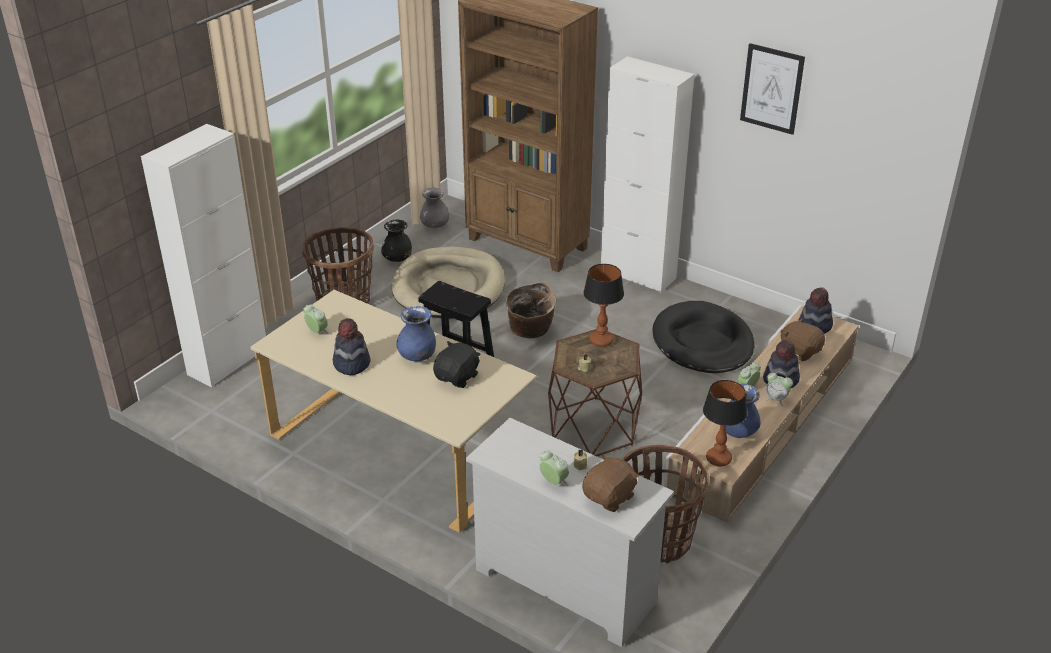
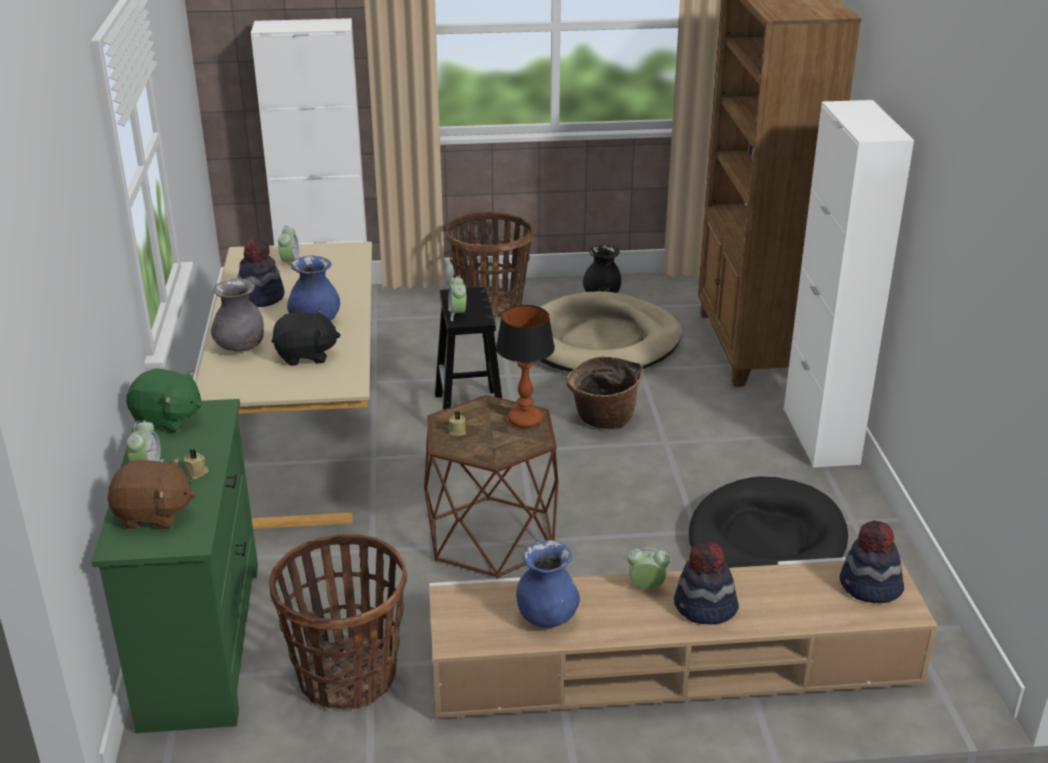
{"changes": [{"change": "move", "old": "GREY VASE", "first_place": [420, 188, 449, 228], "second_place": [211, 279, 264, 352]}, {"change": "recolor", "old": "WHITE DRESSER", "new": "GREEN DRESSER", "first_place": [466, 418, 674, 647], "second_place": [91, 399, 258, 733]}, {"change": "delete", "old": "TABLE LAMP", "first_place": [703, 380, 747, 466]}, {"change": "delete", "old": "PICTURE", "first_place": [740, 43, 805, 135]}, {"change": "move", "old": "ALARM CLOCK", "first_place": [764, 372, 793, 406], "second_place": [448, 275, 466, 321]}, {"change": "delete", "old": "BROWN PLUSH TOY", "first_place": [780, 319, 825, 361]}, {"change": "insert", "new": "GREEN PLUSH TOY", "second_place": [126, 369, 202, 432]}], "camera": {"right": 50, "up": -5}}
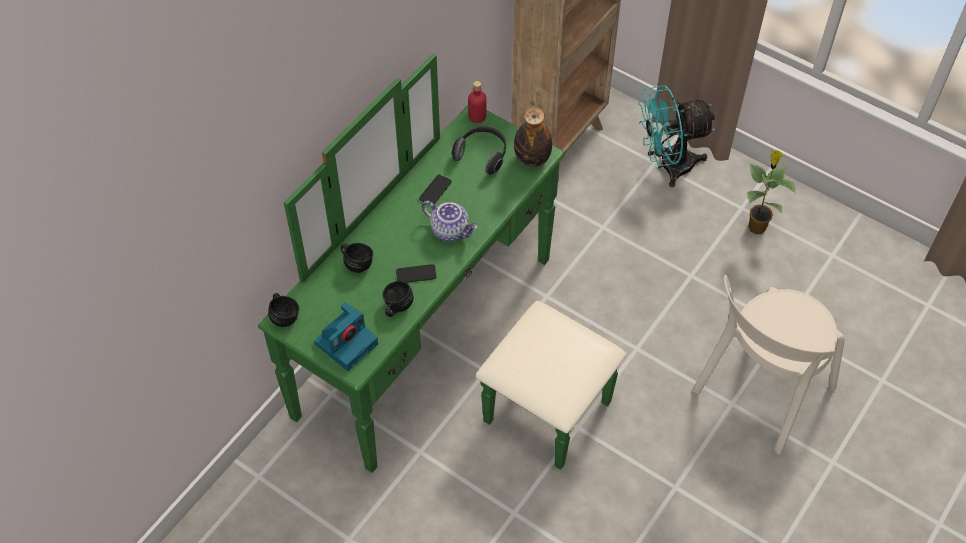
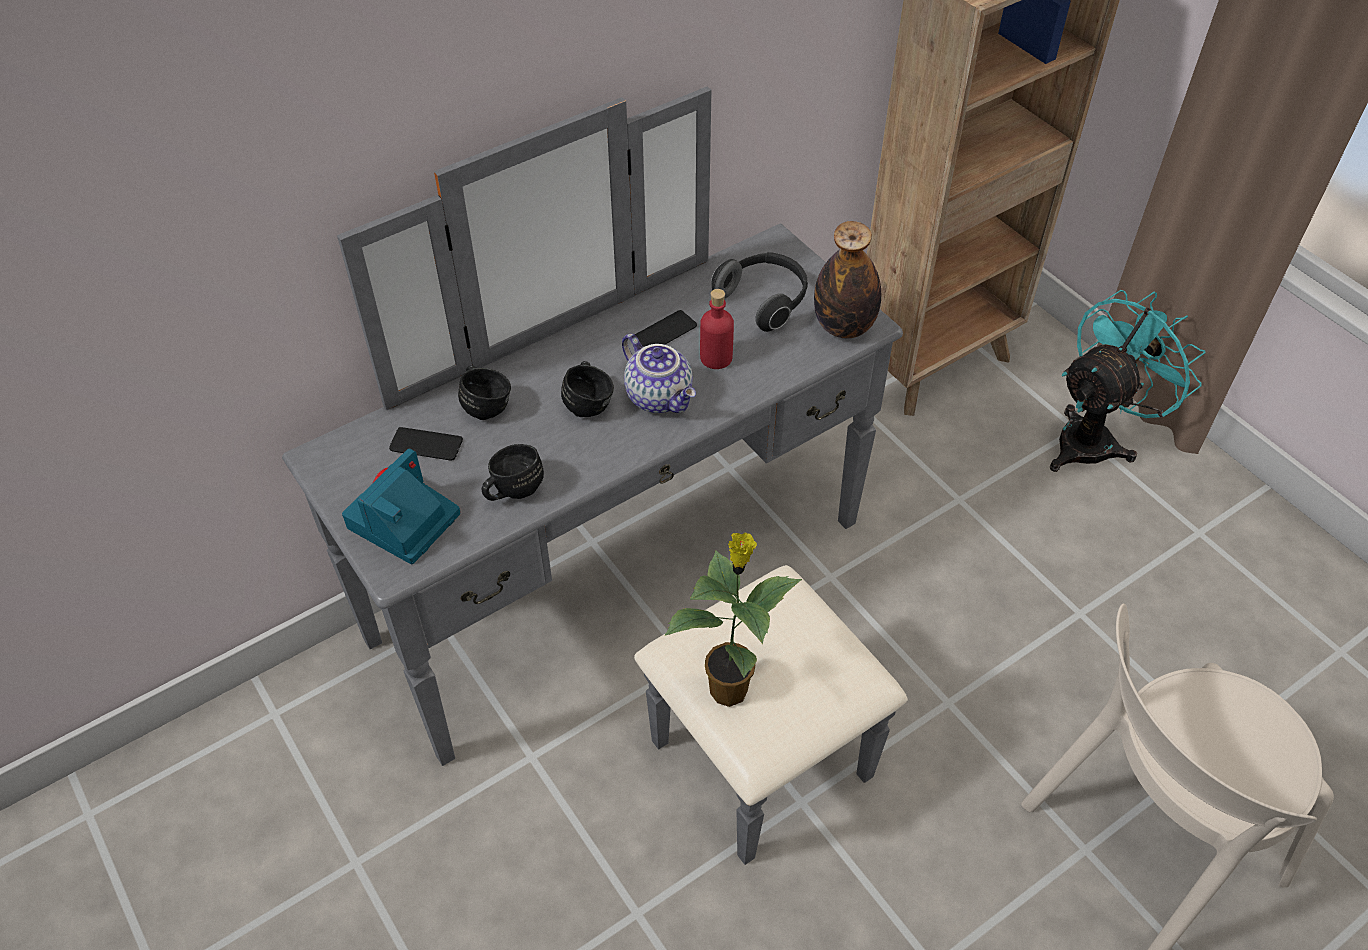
{"changes": [{"change": "recolor", "old": "GREEN DRESSER", "new": "GREY DRESSER", "first_place": [258, 53, 626, 473], "second_place": [282, 86, 908, 865]}, {"change": "move", "old": "BLACK MUG", "first_place": [268, 293, 299, 327], "second_place": [561, 361, 614, 417]}, {"change": "rotate", "old": "PHOTO CAMERA", "first_place": [314, 302, 378, 371], "second_place": [342, 448, 461, 564], "degrees": 150}, {"change": "move", "old": "PHONE", "first_place": [396, 264, 437, 283], "second_place": [389, 427, 463, 460]}, {"change": "move", "old": "RED BOTTLE", "first_place": [468, 81, 486, 123], "second_place": [700, 289, 734, 369]}, {"change": "rotate", "old": "TURQUOISE FAN", "first_place": [638, 85, 716, 187], "second_place": [1050, 290, 1206, 472], "degrees": 135}, {"change": "move", "old": "POTTED PLANT", "first_place": [747, 150, 796, 234], "second_place": [665, 532, 802, 707]}], "camera": {"right": 20, "up": -5}}
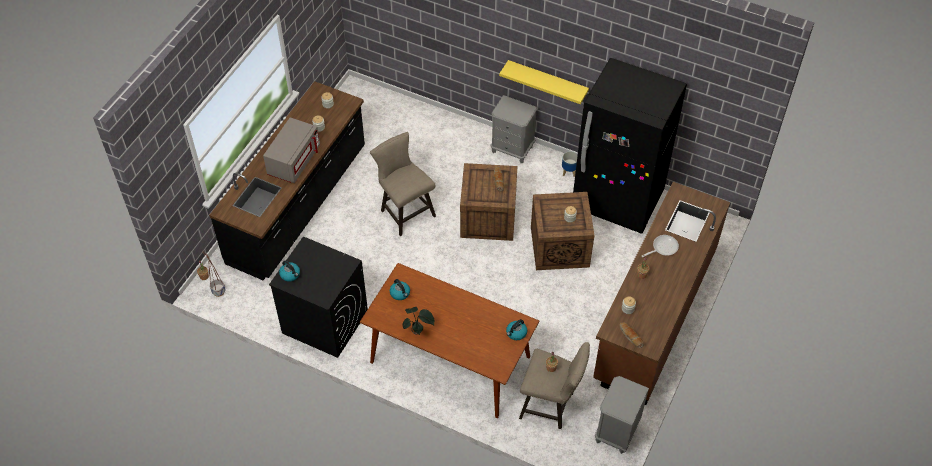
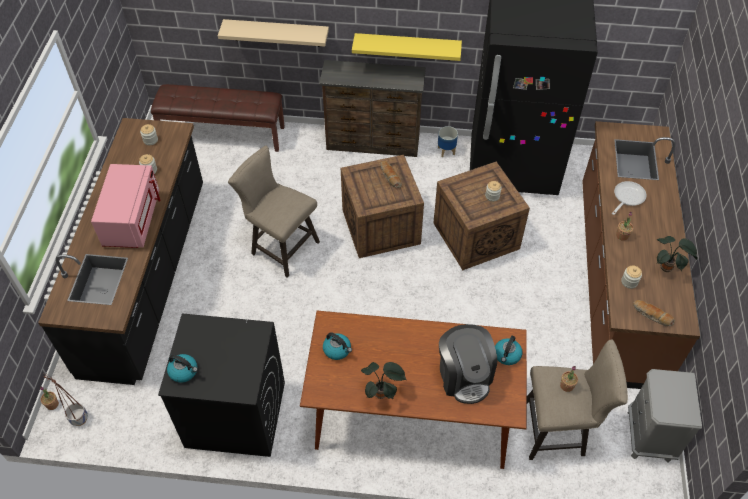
{"changes": [{"change": "recolor", "old": "GREY MICROWAVE", "new": "PINK MICROWAVE", "first_place": [263, 117, 320, 183], "second_place": [91, 164, 161, 248]}, {"change": "replace", "old": "GREY NIGHTSTAND", "new": "BROWN DRESSER", "first_place": [490, 95, 538, 163], "second_place": [319, 60, 426, 157]}, {"change": "insert", "new": "BROWN BENCH", "second_place": [151, 84, 285, 152]}, {"change": "insert", "new": "BEIGE SHELF", "second_place": [218, 19, 329, 47]}, {"change": "insert", "new": "COFFEE MACHINE", "second_place": [439, 324, 497, 404]}, {"change": "insert", "new": "POTTED PLANT", "second_place": [656, 236, 698, 272]}], "camera": {"right": -20, "up": 0}}
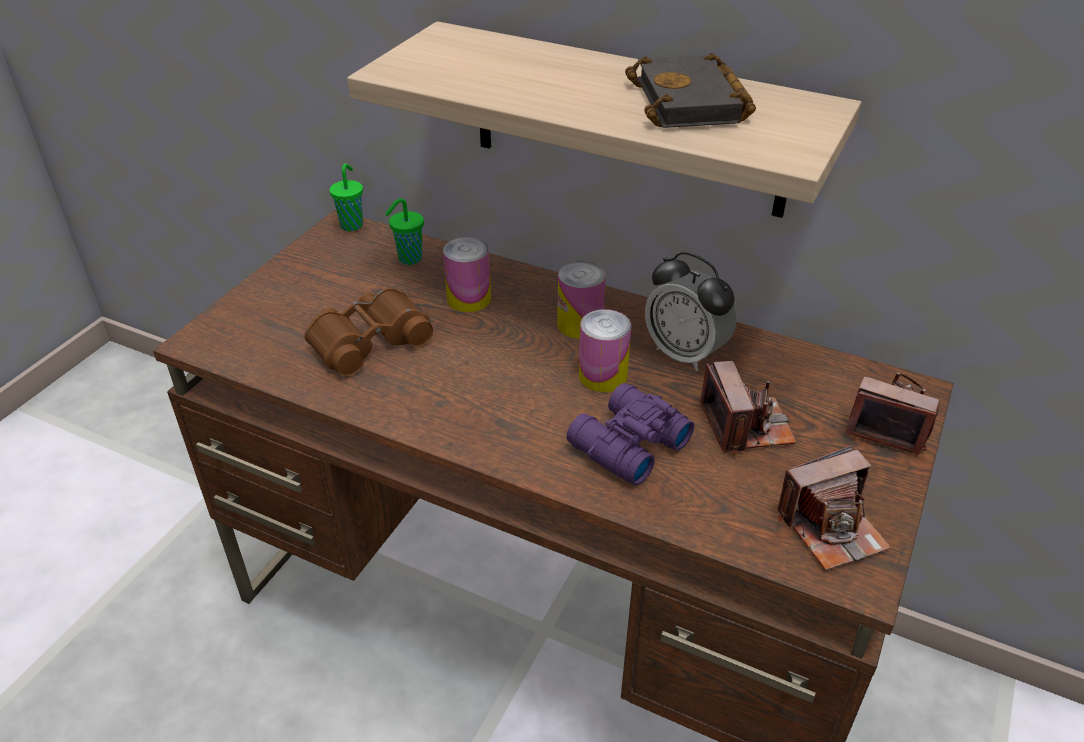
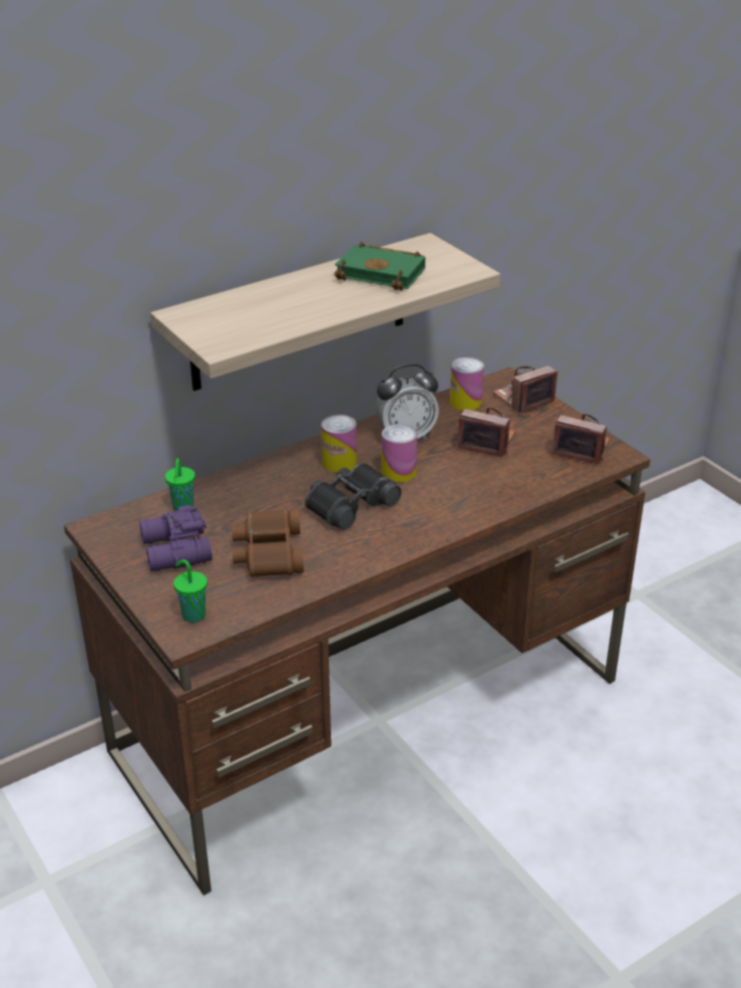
{"changes": [{"change": "move", "old": "GREEN CUP", "first_place": [330, 163, 363, 231], "second_place": [174, 560, 207, 622]}, {"change": "move", "old": "CAN", "first_place": [443, 237, 491, 312], "second_place": [450, 357, 484, 411]}, {"change": "move", "old": "PURPLE BINOCULARS", "first_place": [566, 383, 694, 485], "second_place": [140, 505, 212, 571]}, {"change": "recolor", "old": "BLACK BOOK", "new": "GREEN BOOK", "first_place": [625, 53, 756, 128], "second_place": [334, 242, 425, 291]}, {"change": "rotate", "old": "PHOTO CAMERA", "first_place": [777, 445, 891, 570], "second_place": [552, 413, 610, 464], "degrees": -75}, {"change": "insert", "new": "BLACK BINOCULARS", "second_place": [305, 463, 401, 530]}], "camera": {"right": -60, "up": -5}}
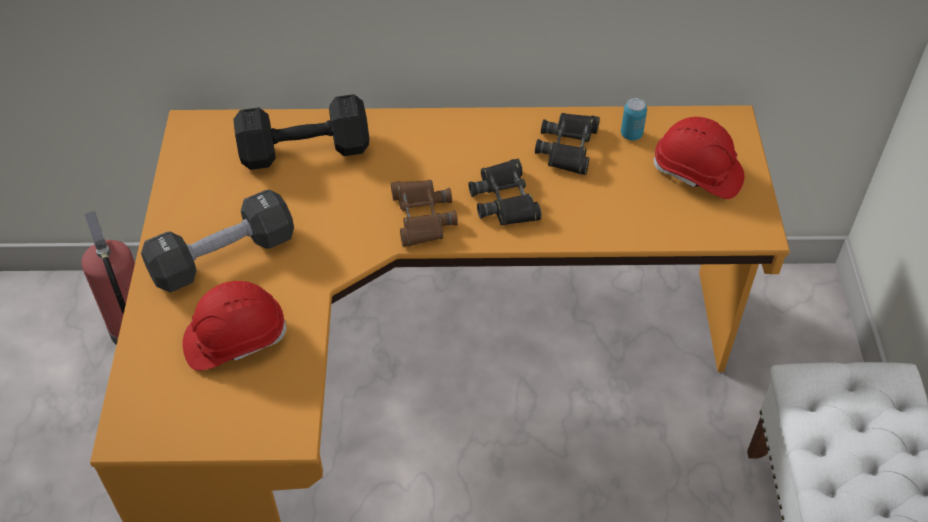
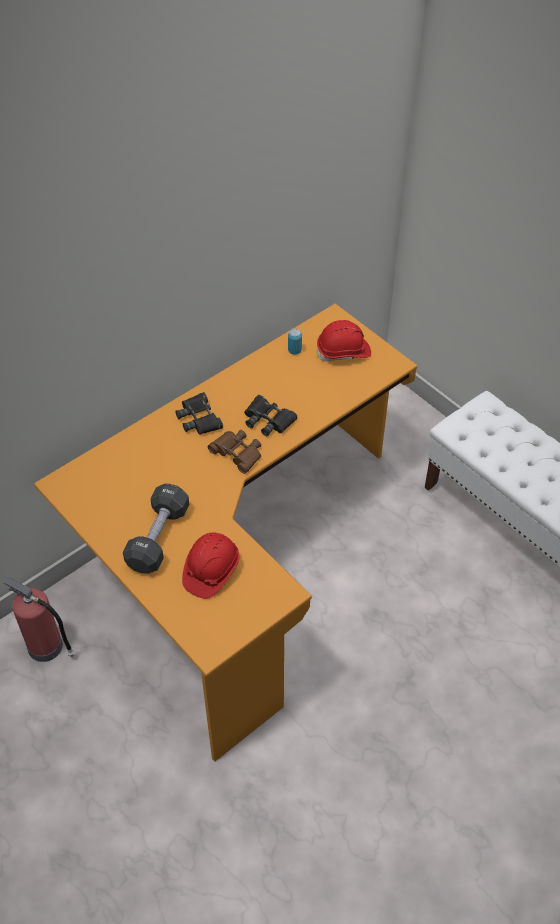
{"changes": [{"change": "delete", "old": "BLACK DUMBBELL", "first_place": [233, 94, 369, 170]}, {"change": "move", "old": "BLACK BINOCULARS", "first_place": [535, 113, 600, 175], "second_place": [175, 392, 223, 435]}], "camera": {"right": -40, "up": 0}}
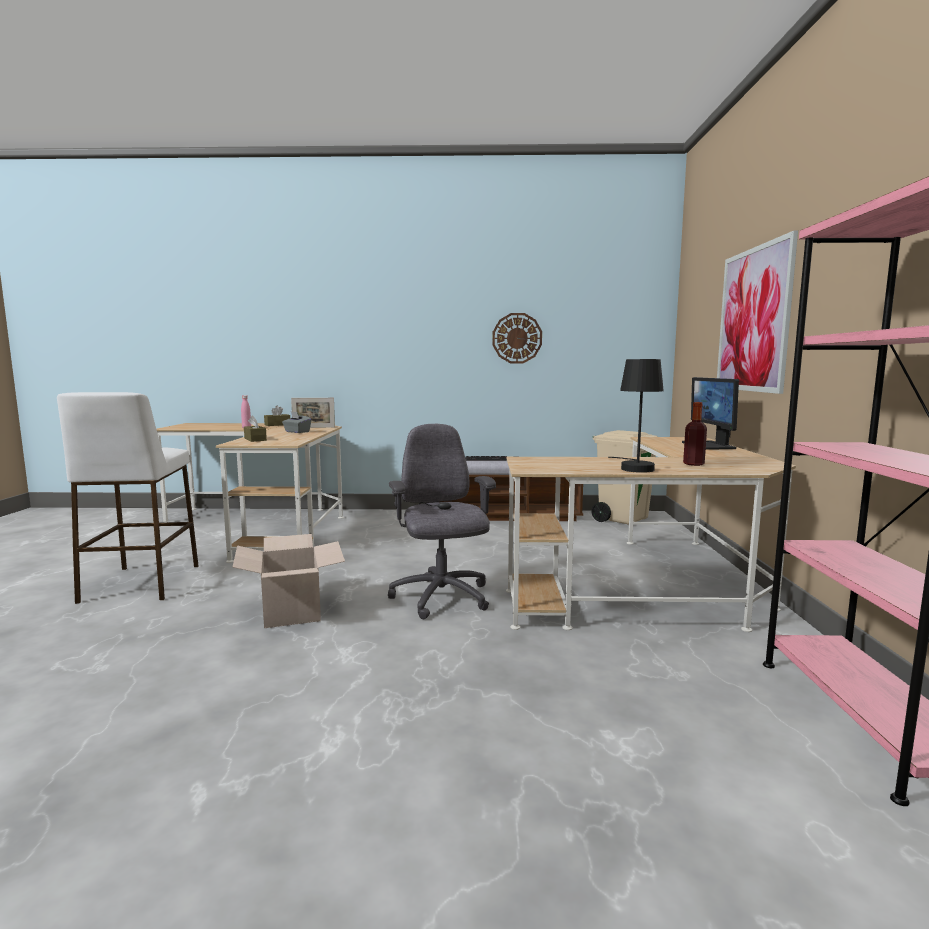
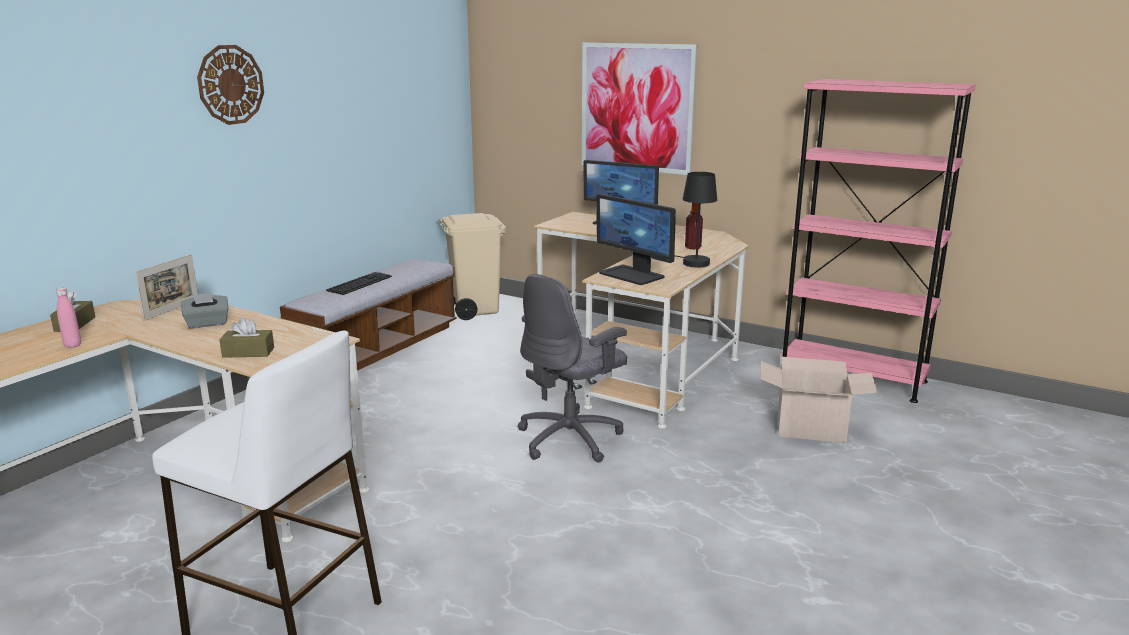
{"changes": [{"change": "move", "old": "CARDBOARD BOX", "first_place": [233, 534, 345, 628], "second_place": [760, 357, 878, 443]}, {"change": "rotate", "old": "GREY OFFICE CHAIR", "first_place": [388, 424, 496, 619], "second_place": [518, 274, 627, 463], "degrees": -60}, {"change": "move", "old": "WALL CLOCK", "first_place": [493, 313, 542, 363], "second_place": [197, 45, 264, 125]}, {"change": "insert", "new": "MONITOR", "second_place": [596, 194, 676, 285]}], "camera": {"right": -60, "up": 10}}
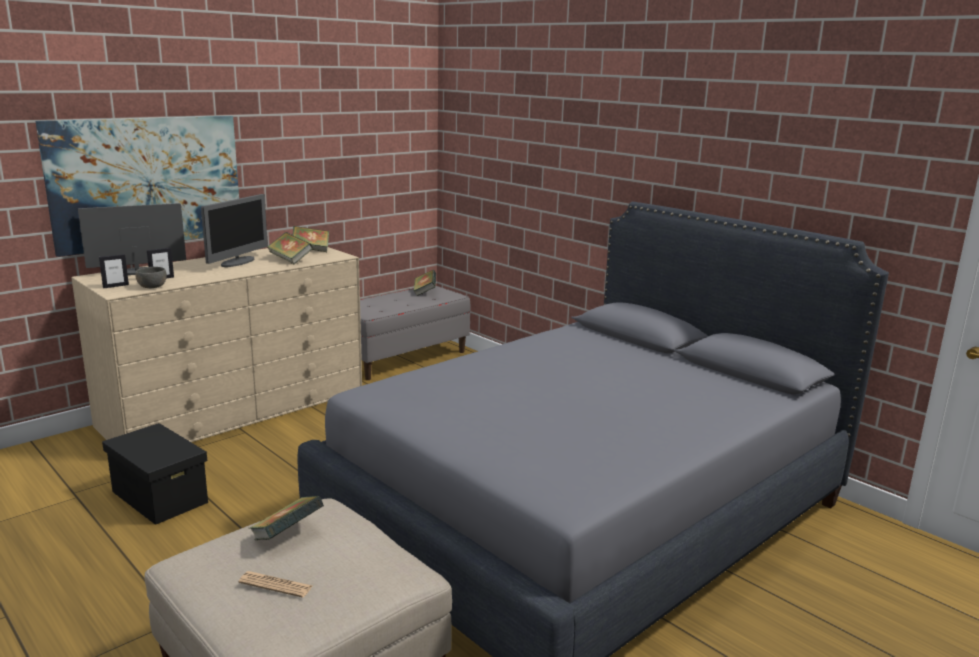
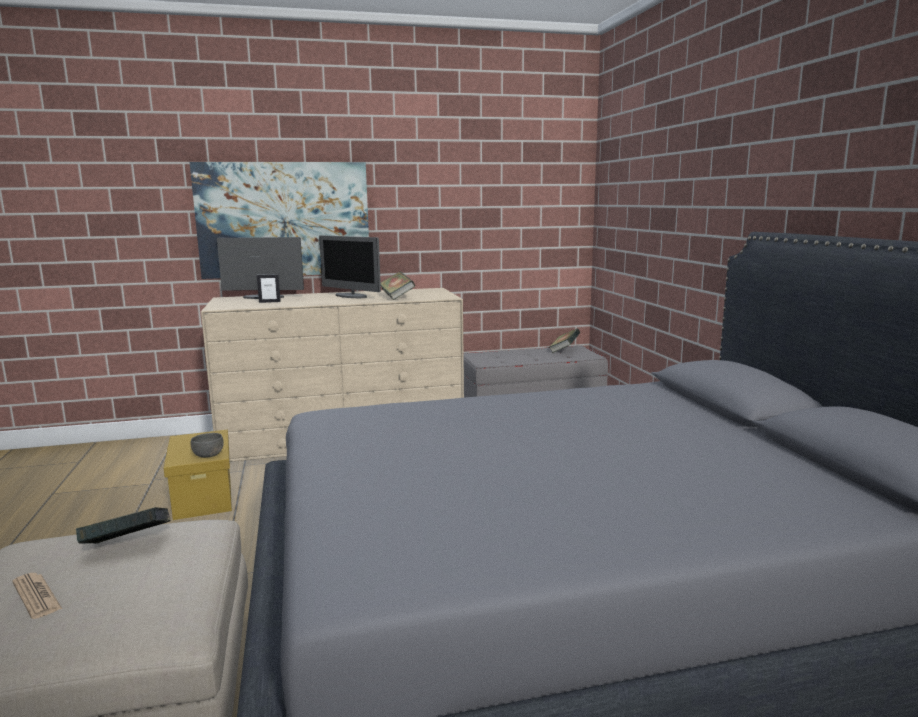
{"changes": [{"change": "delete", "old": "PICTURE FRAME", "first_place": [99, 254, 129, 288]}, {"change": "recolor", "old": "BLACK STORAGE BOX", "new": "YELLOW STORAGE BOX", "first_place": [102, 423, 208, 525], "second_place": [164, 430, 232, 520]}, {"change": "move", "old": "GREY BOWL", "first_place": [135, 267, 167, 288], "second_place": [191, 433, 224, 458]}, {"change": "rotate", "old": "MONITOR", "first_place": [201, 194, 268, 267], "second_place": [319, 235, 381, 298], "degrees": 75}, {"change": "delete", "old": "BOOK", "first_place": [293, 226, 329, 252]}], "camera": {"right": 30, "up": -5}}
